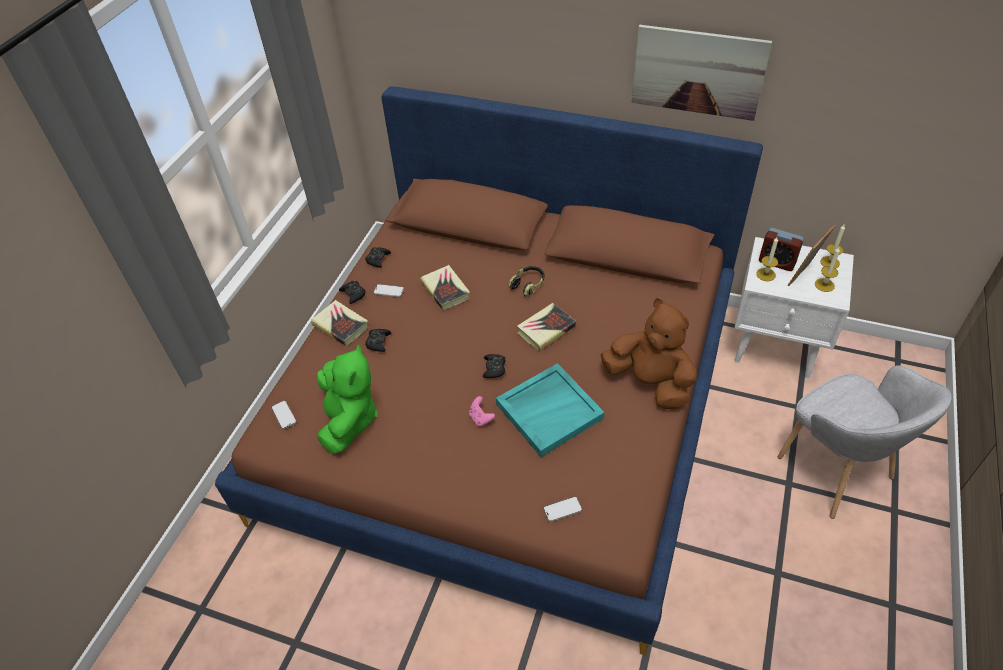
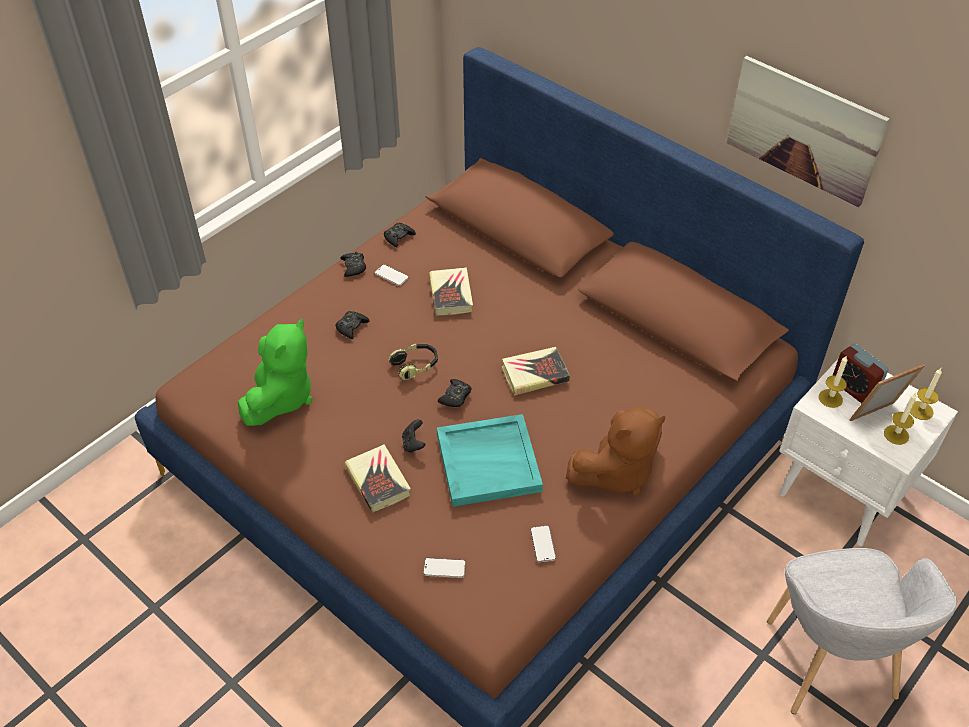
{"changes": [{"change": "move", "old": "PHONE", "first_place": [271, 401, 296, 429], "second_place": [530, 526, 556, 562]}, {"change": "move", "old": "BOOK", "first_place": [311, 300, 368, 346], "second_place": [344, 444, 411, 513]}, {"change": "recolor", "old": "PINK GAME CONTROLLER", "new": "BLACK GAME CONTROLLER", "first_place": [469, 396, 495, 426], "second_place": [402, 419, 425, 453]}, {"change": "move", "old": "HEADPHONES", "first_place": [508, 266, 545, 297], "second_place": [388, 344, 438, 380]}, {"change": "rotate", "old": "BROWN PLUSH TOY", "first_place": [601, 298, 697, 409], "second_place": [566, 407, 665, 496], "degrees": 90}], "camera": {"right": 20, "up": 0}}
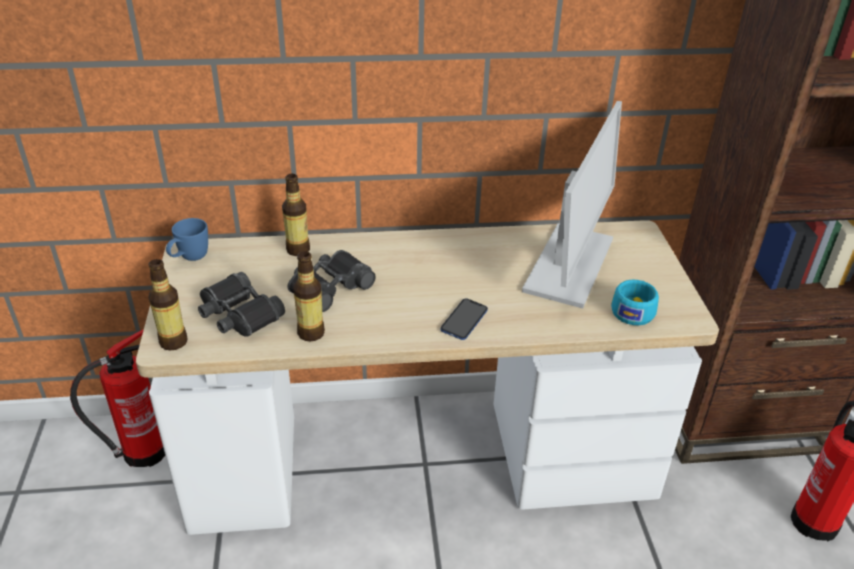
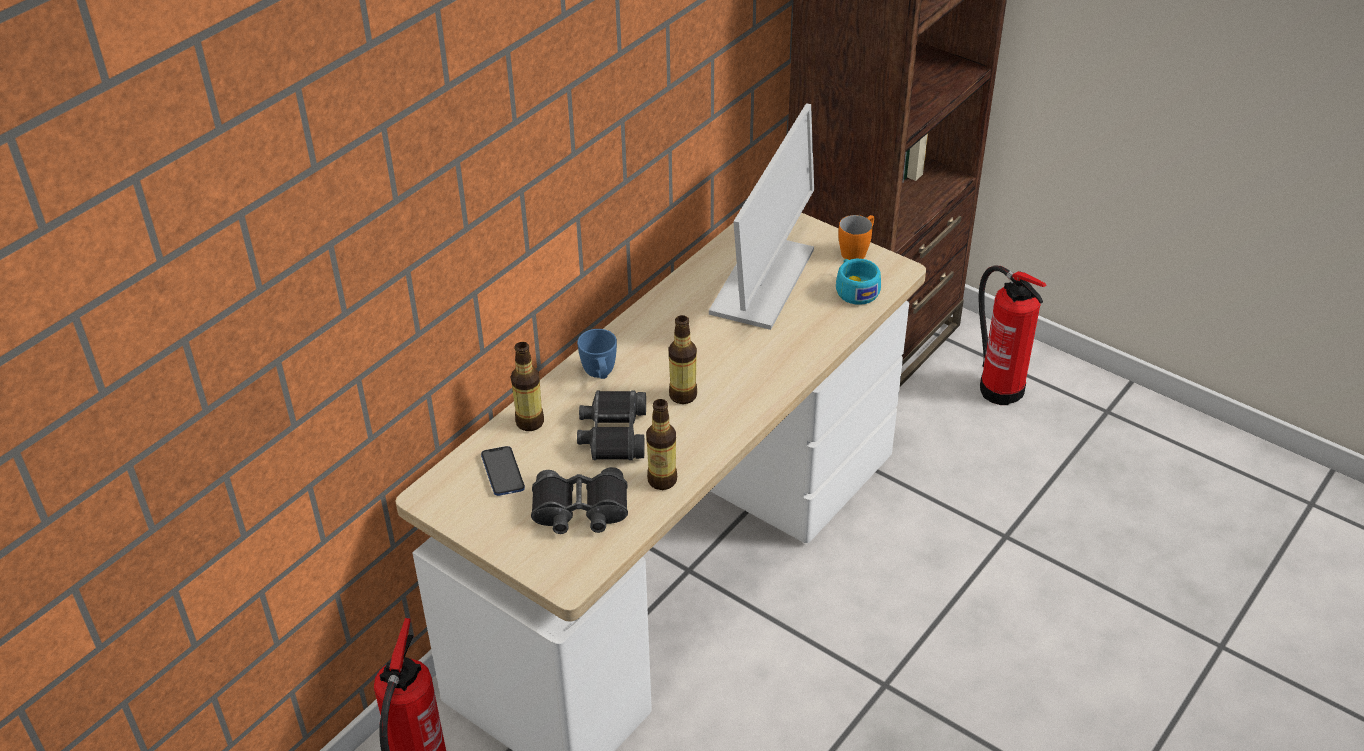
{"changes": [{"change": "move", "old": "BOTTLE", "first_place": [148, 259, 188, 351], "second_place": [669, 315, 697, 404]}, {"change": "move", "old": "BLUE MUG", "first_place": [166, 218, 208, 261], "second_place": [577, 329, 617, 379]}, {"change": "move", "old": "PHONE", "first_place": [440, 298, 488, 340], "second_place": [481, 446, 525, 496]}, {"change": "rotate", "old": "MONITOR", "first_place": [522, 101, 622, 308], "second_place": [709, 104, 814, 330], "degrees": 45}, {"change": "insert", "new": "ORANGE MUG", "second_place": [838, 215, 875, 260]}], "camera": {"right": -45, "up": 5}}
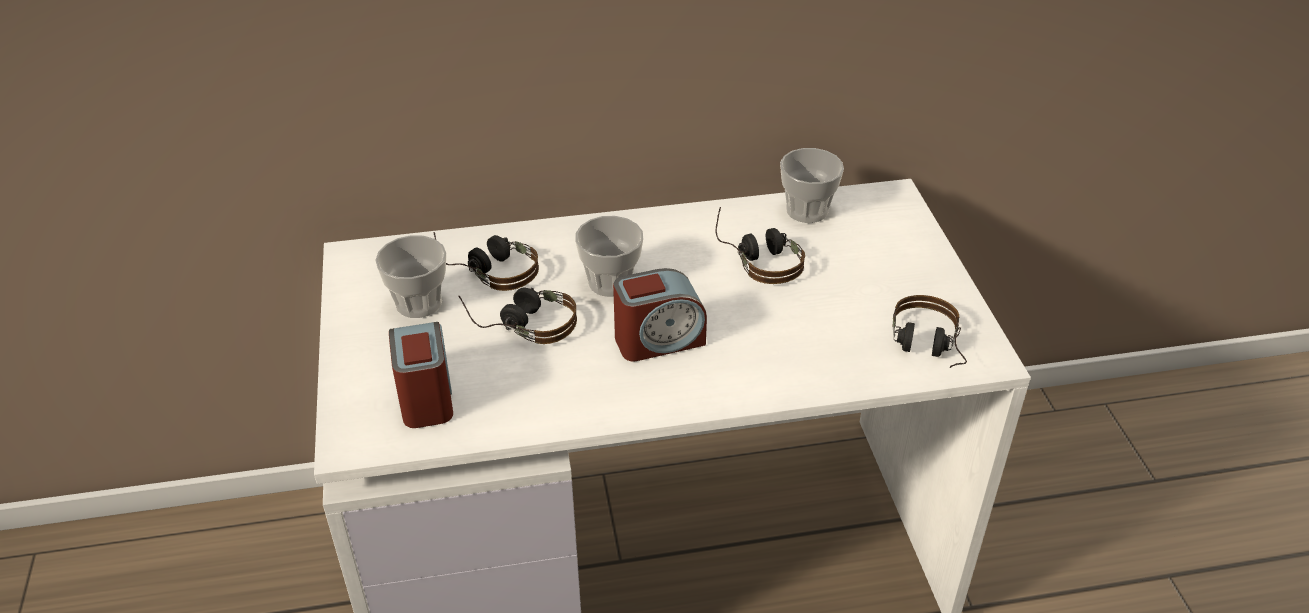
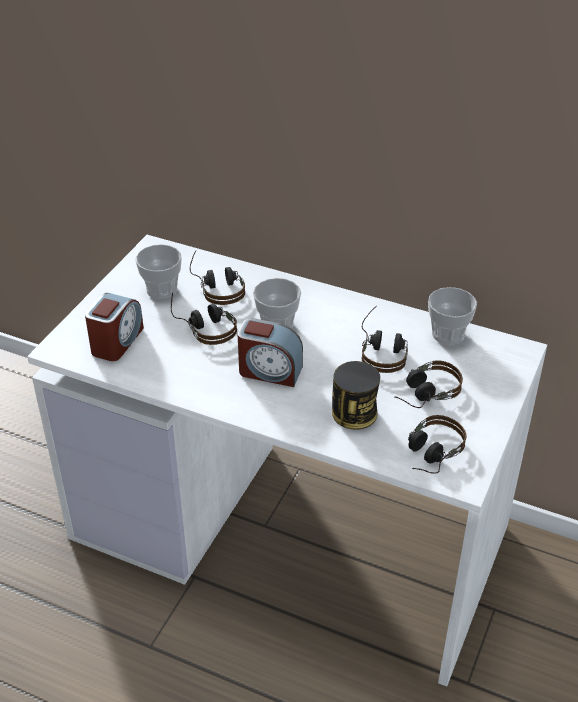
{"changes": [{"change": "insert", "new": "CAN", "second_place": [332, 361, 380, 430]}, {"change": "insert", "new": "HEADPHONES", "second_place": [394, 360, 463, 408]}], "camera": {"right": 35, "up": 0}}
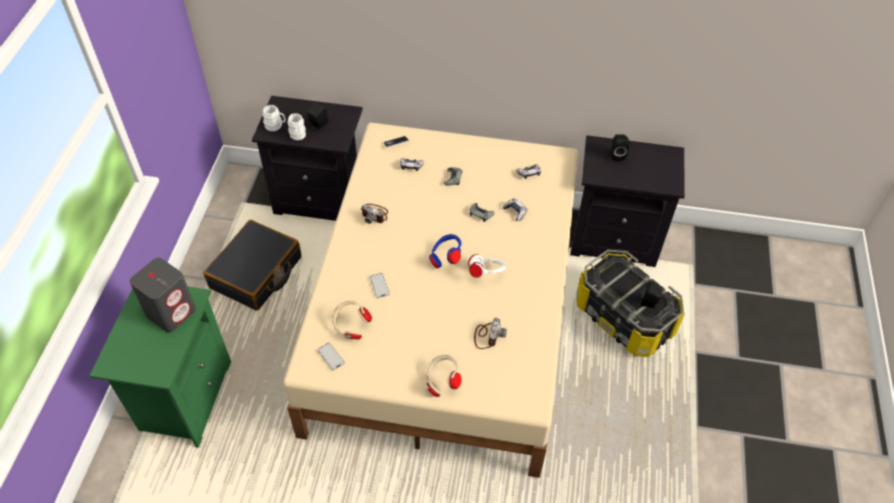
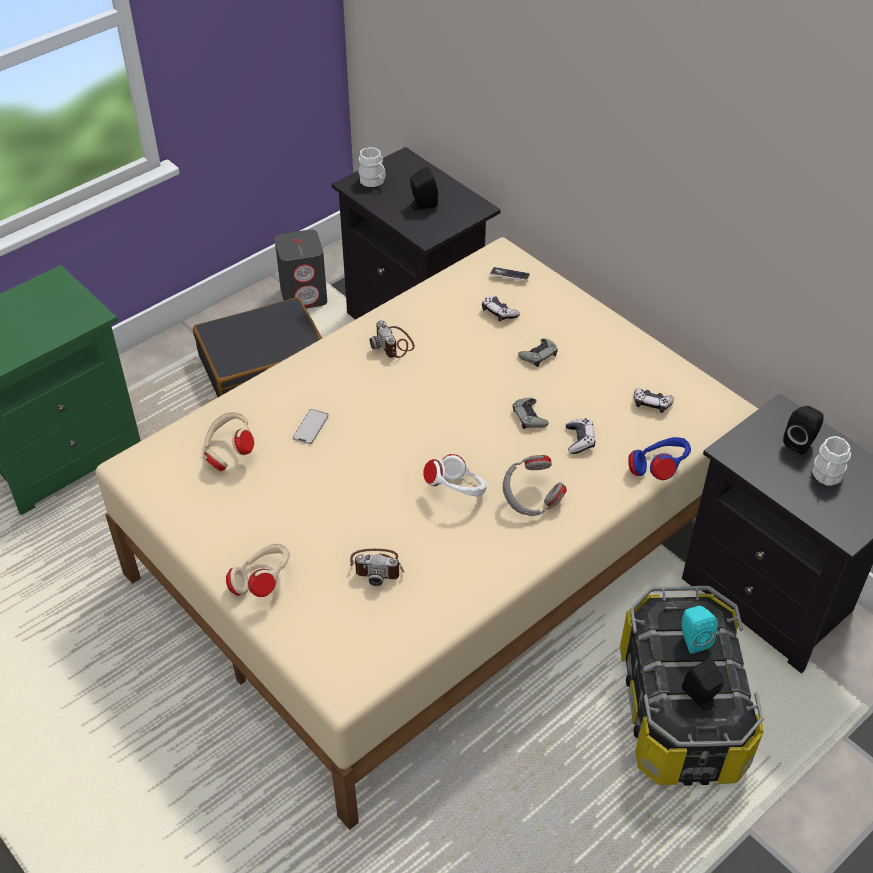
{"changes": [{"change": "move", "old": "GREY SPEAKER", "first_place": [130, 258, 196, 332], "second_place": [275, 229, 327, 308]}, {"change": "move", "old": "WHITE MUG", "first_place": [287, 113, 306, 140], "second_place": [812, 436, 851, 486]}, {"change": "delete", "old": "PHONE", "first_place": [318, 343, 345, 370]}, {"change": "move", "old": "BLUE HEADPHONES", "first_place": [429, 234, 461, 268], "second_place": [628, 437, 691, 480]}, {"change": "rotate", "old": "PHOTO CAMERA", "first_place": [474, 318, 507, 349], "second_place": [350, 549, 404, 586], "degrees": 45}, {"change": "insert", "new": "GREY HEADPHONES", "second_place": [503, 455, 567, 516]}, {"change": "insert", "new": "TURQUOISE SPEAKER", "second_place": [682, 606, 718, 654]}], "camera": {"right": 40, "up": -5}}
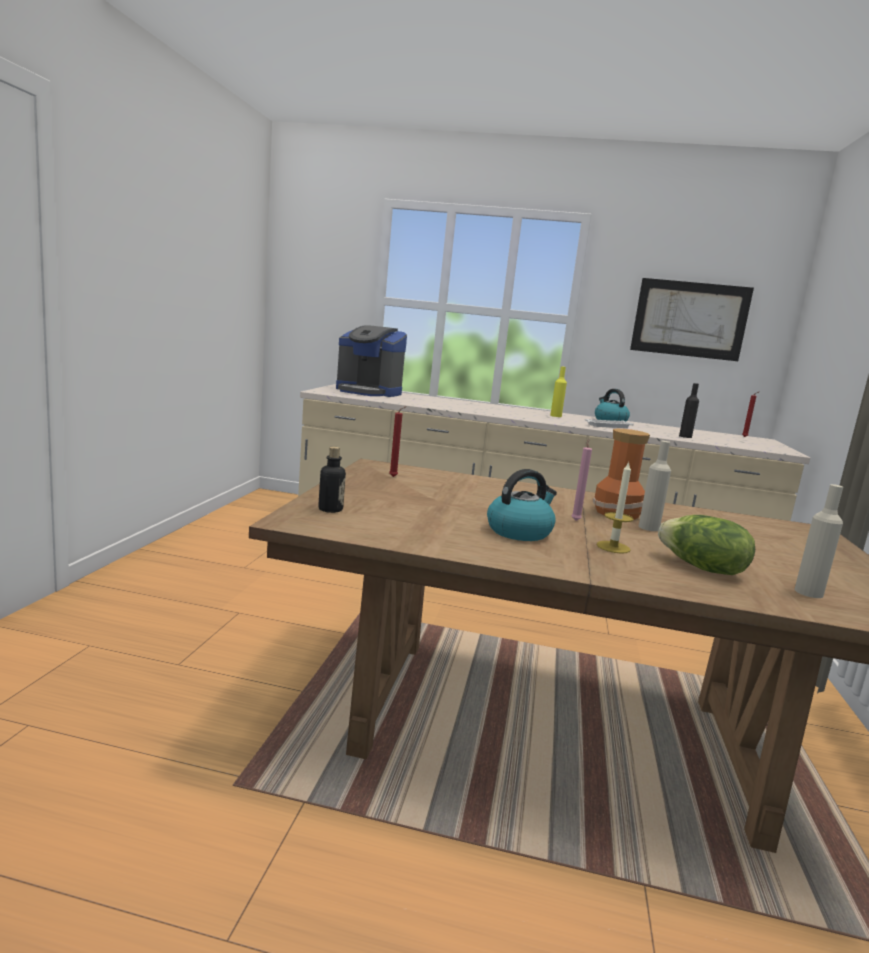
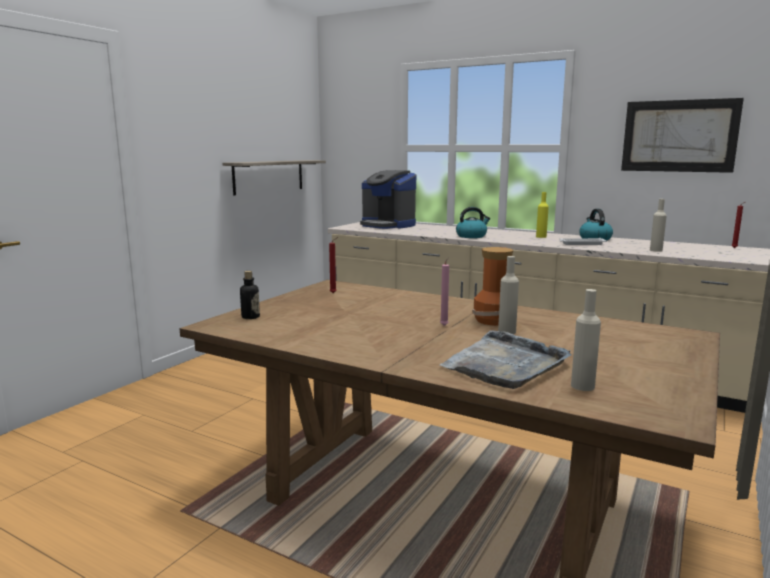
{"changes": [{"change": "move", "old": "KETTLE", "first_place": [487, 469, 557, 541], "second_place": [456, 207, 490, 238]}, {"change": "delete", "old": "CANDLE", "first_place": [597, 462, 633, 554]}, {"change": "replace", "old": "LETTUCE", "new": "GREY TRAY", "first_place": [658, 515, 755, 575], "second_place": [440, 330, 572, 389]}, {"change": "recolor", "old": "BLACK BOTTLE", "new": "BEIGE BOTTLE", "first_place": [679, 383, 699, 438], "second_place": [650, 199, 667, 252]}, {"change": "insert", "new": "SHELF", "second_place": [223, 160, 326, 195]}], "camera": {"right": 20, "up": 0}}
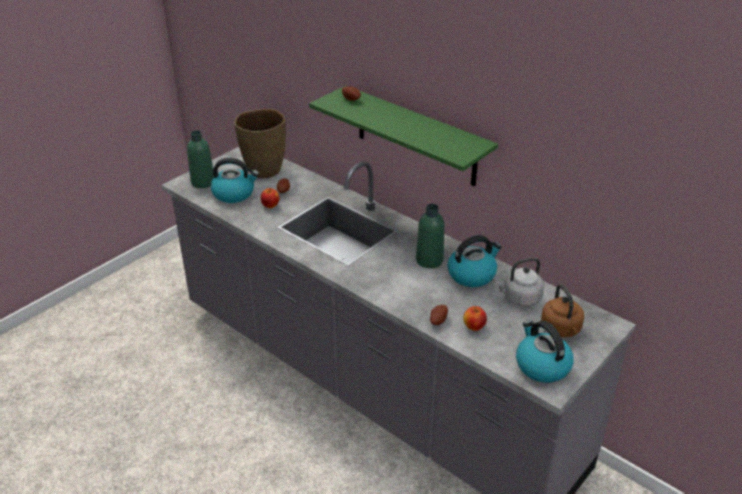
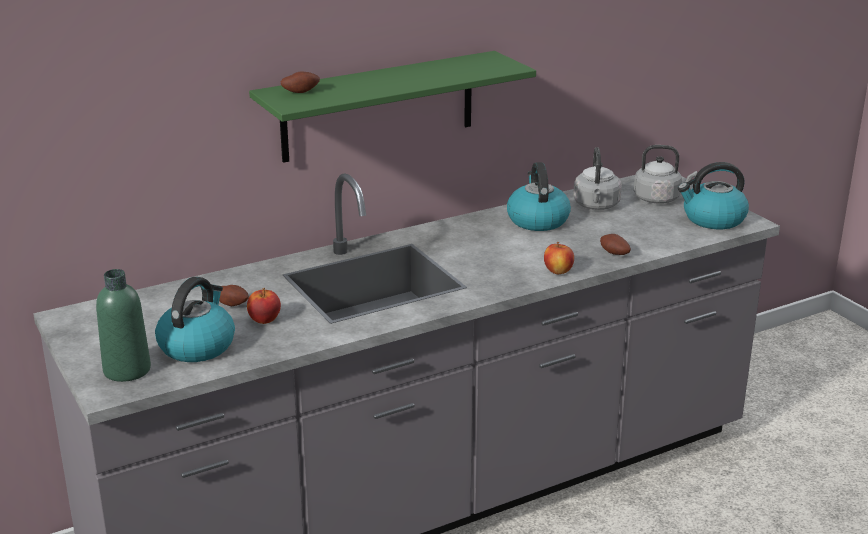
{"changes": [{"change": "delete", "old": "BROWN VASE", "first_place": [234, 109, 286, 178]}, {"change": "delete", "old": "GREEN BOTTLE", "first_place": [416, 204, 444, 268]}, {"change": "move", "old": "APPLE", "first_place": [463, 306, 487, 331], "second_place": [544, 242, 574, 274]}, {"change": "recolor", "old": "BROWN KETTLE", "new": "GREY KETTLE", "first_place": [541, 284, 584, 337], "second_place": [634, 145, 697, 204]}], "camera": {"right": -70, "up": -10}}
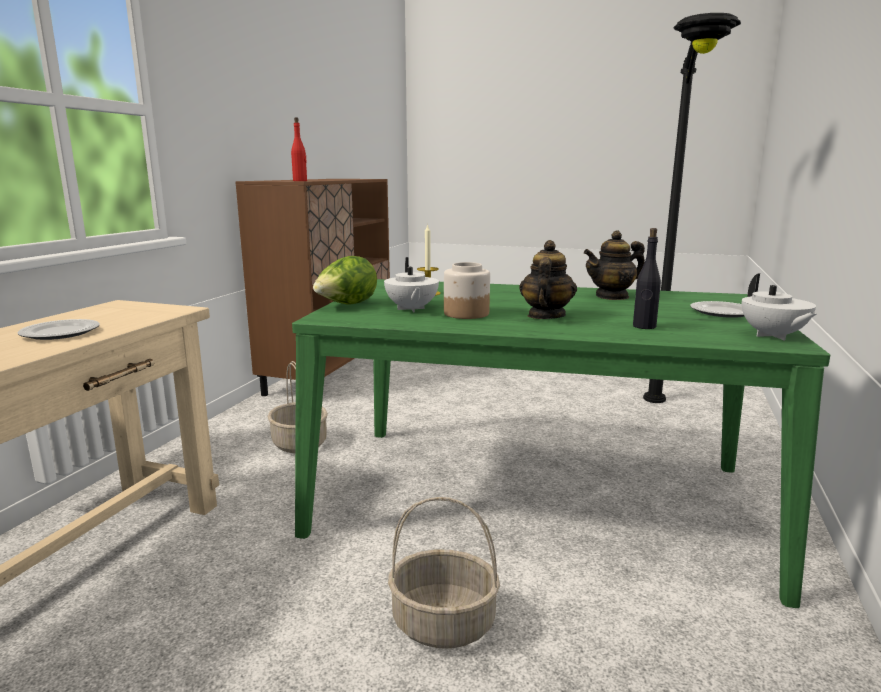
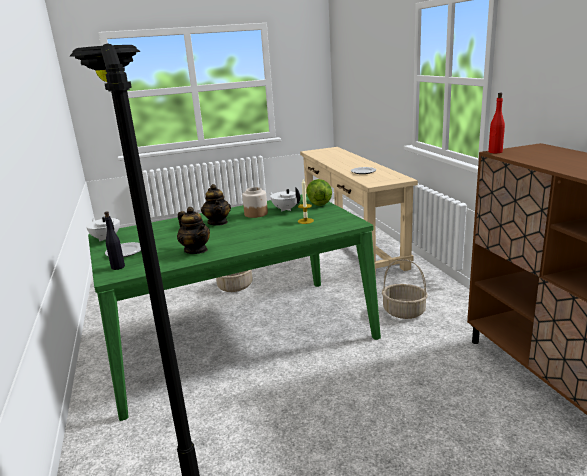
{"changes": [{"change": "rotate", "old": "TEAPOT", "first_place": [584, 230, 645, 300], "second_place": [177, 207, 210, 254], "degrees": 105}, {"change": "move", "old": "BLACK BOTTLE", "first_place": [633, 228, 661, 329], "second_place": [104, 211, 125, 270]}], "camera": {"right": 145, "up": 5}}
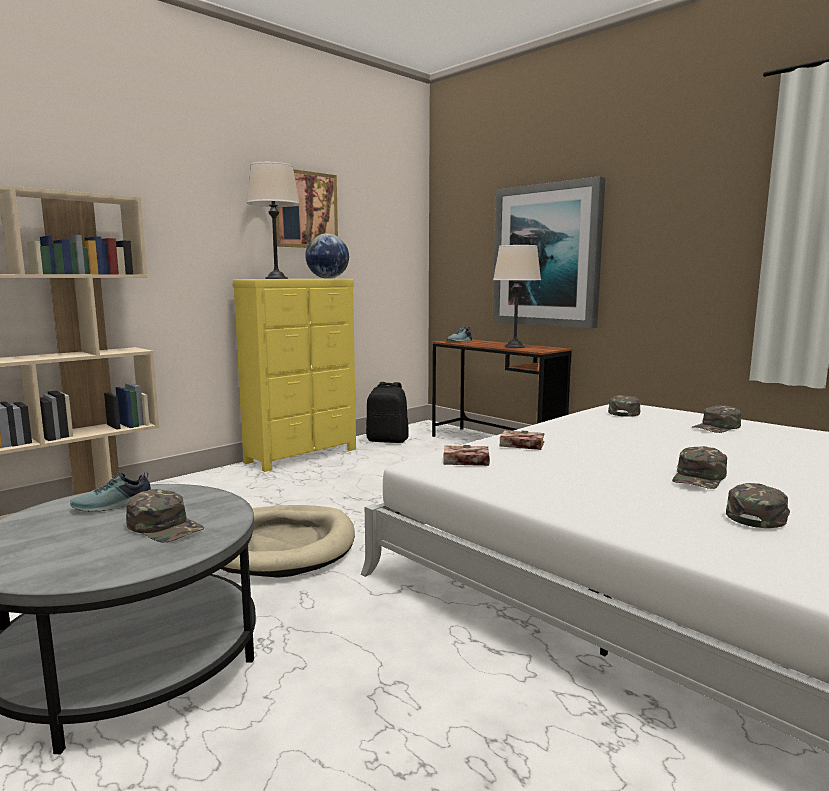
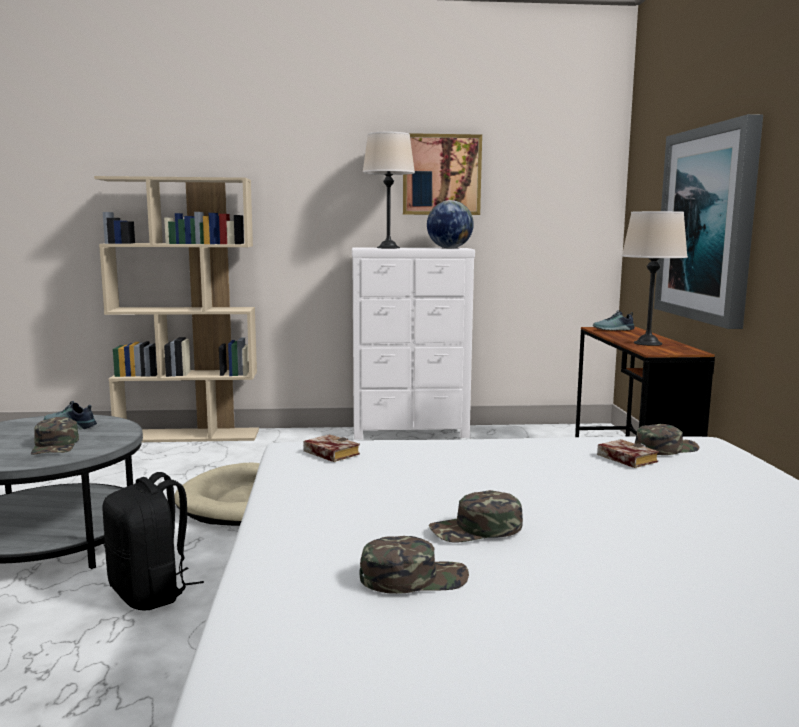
{"changes": [{"change": "recolor", "old": "YELLOW DRESSER", "new": "WHITE DRESSER", "first_place": [233, 279, 356, 472], "second_place": [352, 248, 475, 440]}, {"change": "move", "old": "BLACK BACKPACK", "first_place": [366, 382, 409, 443], "second_place": [102, 472, 204, 611]}, {"change": "move", "old": "BOOK", "first_place": [499, 430, 545, 450], "second_place": [597, 439, 659, 468]}, {"change": "delete", "old": "GREEN CAP", "first_place": [692, 406, 741, 433]}], "camera": {"right": 40, "up": 0}}
